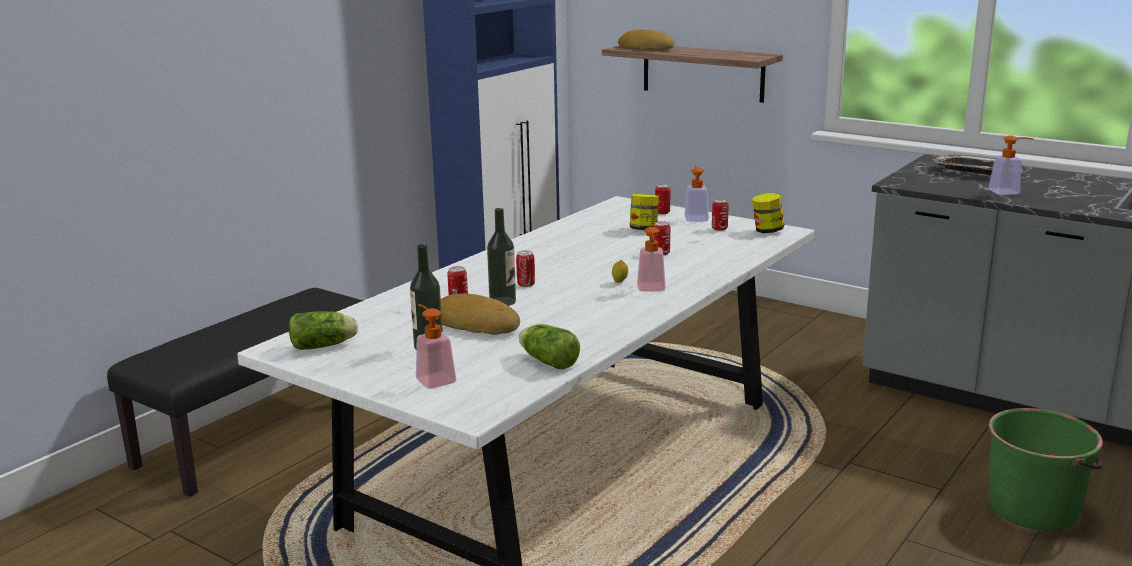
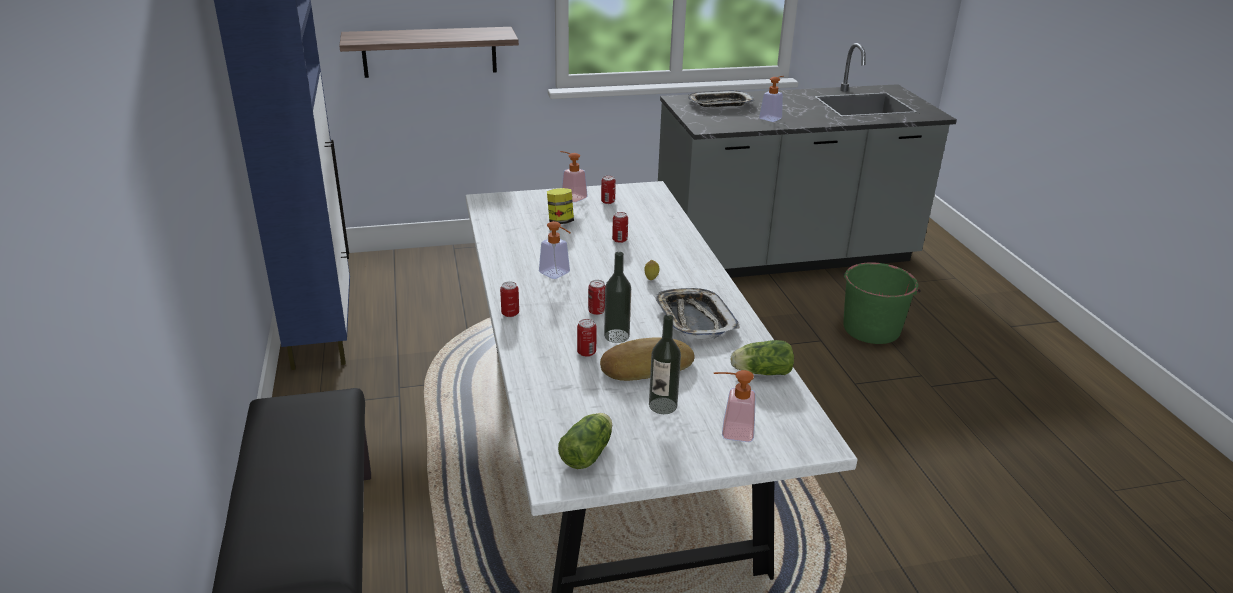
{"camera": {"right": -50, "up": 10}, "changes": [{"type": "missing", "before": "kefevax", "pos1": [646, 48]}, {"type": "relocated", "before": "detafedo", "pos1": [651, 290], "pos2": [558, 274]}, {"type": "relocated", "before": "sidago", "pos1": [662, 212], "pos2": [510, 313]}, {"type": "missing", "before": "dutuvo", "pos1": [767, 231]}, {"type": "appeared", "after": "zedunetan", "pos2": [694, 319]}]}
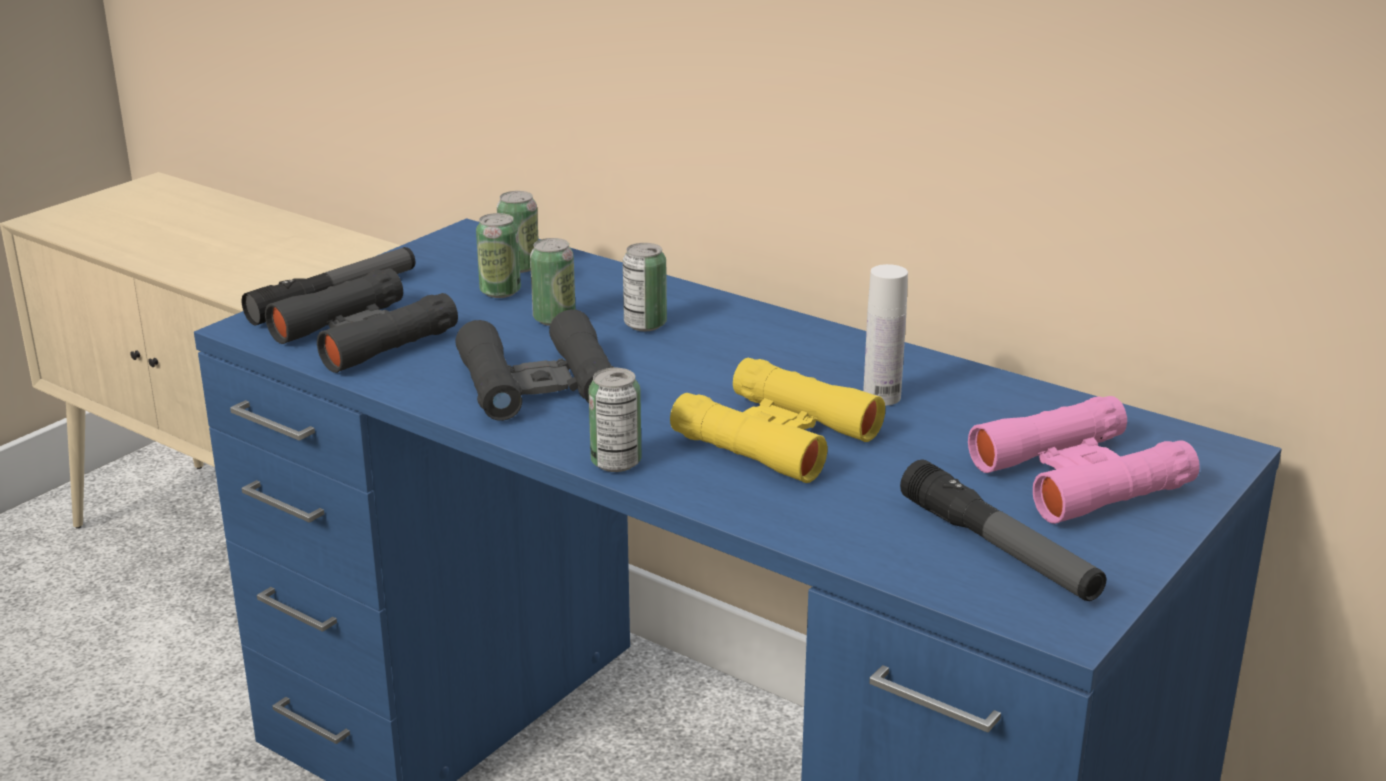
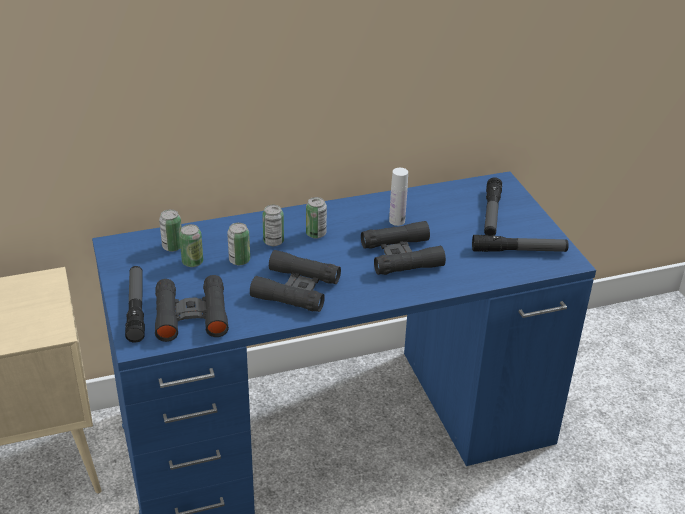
{"camera": {"right": -55, "up": 10}, "changes": [{"type": "relocated", "before": "sidago", "pos1": [616, 462], "pos2": [316, 234]}, {"type": "colour", "before": "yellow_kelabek", "after": "black_kelabek", "pos1": [776, 436], "pos2": [401, 256]}, {"type": "exchanged", "before": "pink_kelabek", "after": "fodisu", "pos1": [1079, 476], "pos2": [491, 213]}]}
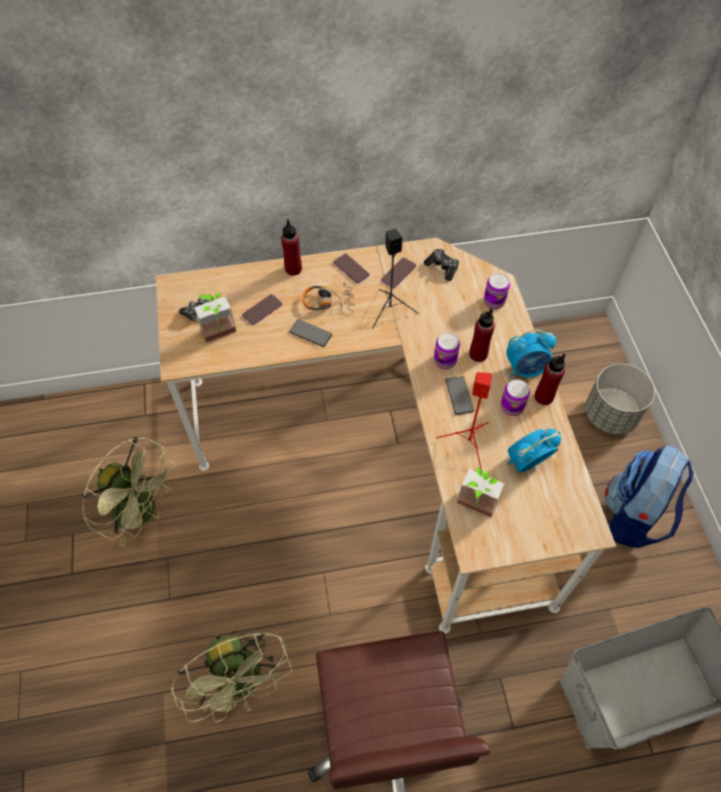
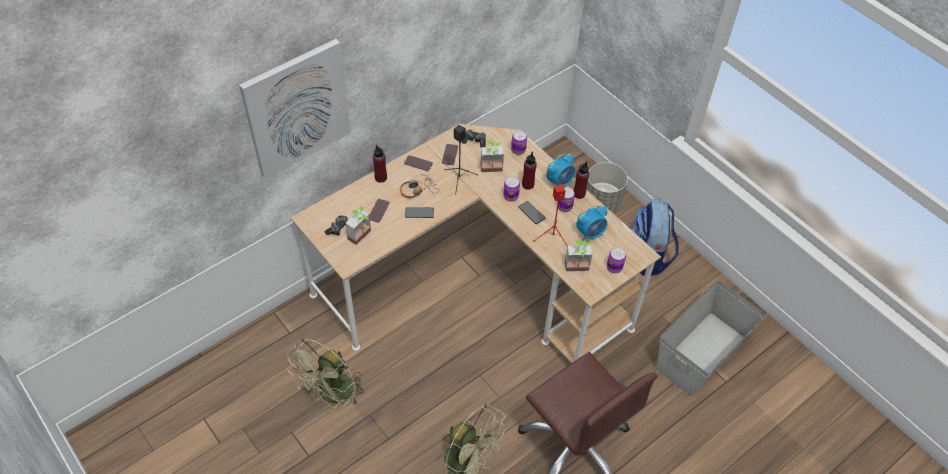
{"camera": {"right": -30, "up": -5}, "changes": [{"type": "spun", "before": "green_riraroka", "pos1": [143, 512], "pos2": [332, 395], "turn": 120}, {"type": "spun", "before": "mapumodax", "pos1": [526, 462], "pos2": [590, 233], "turn": -150}, {"type": "appeared", "after": "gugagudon", "pos2": [297, 108]}, {"type": "appeared", "after": "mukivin", "pos2": [491, 171]}, {"type": "appeared", "after": "sidago", "pos2": [614, 267]}]}
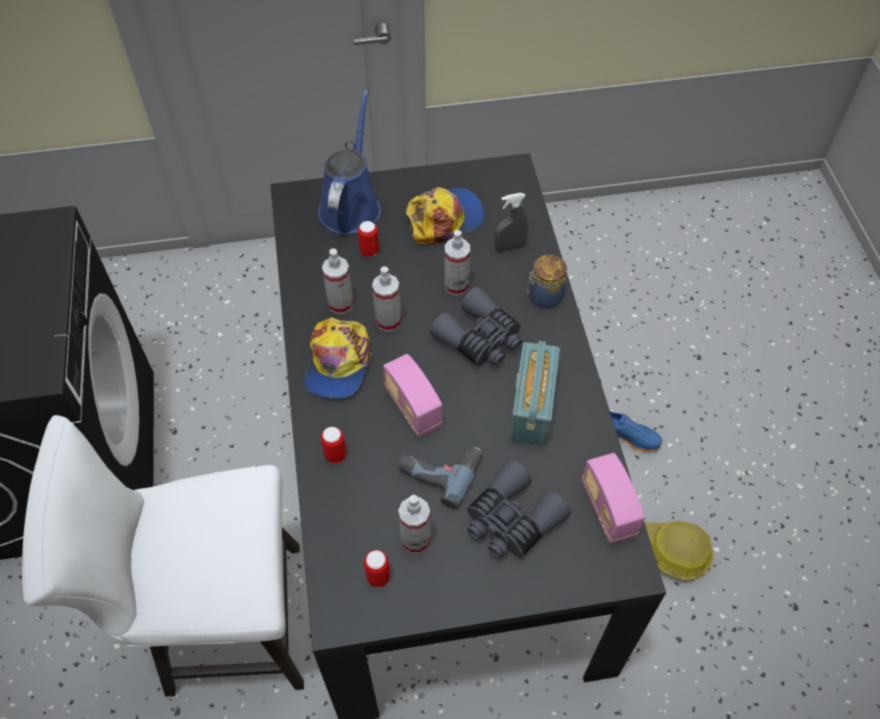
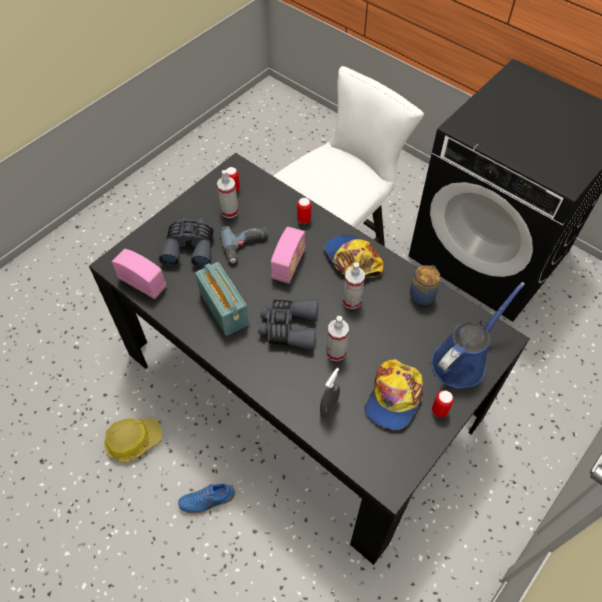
{"camera": {"right": 140, "up": 0}, "changes": [{"type": "spun", "before": "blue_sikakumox", "pos1": [351, 205], "pos2": [462, 360], "turn": -105}, {"type": "missing", "before": "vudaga", "pos1": [340, 304]}, {"type": "relocated", "before": "sidago", "pos1": [369, 251], "pos2": [439, 410]}, {"type": "spun", "before": "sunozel", "pos1": [413, 408], "pos2": [288, 265], "turn": 90}, {"type": "relocated", "before": "dutuvo", "pos1": [543, 297], "pos2": [422, 294]}]}
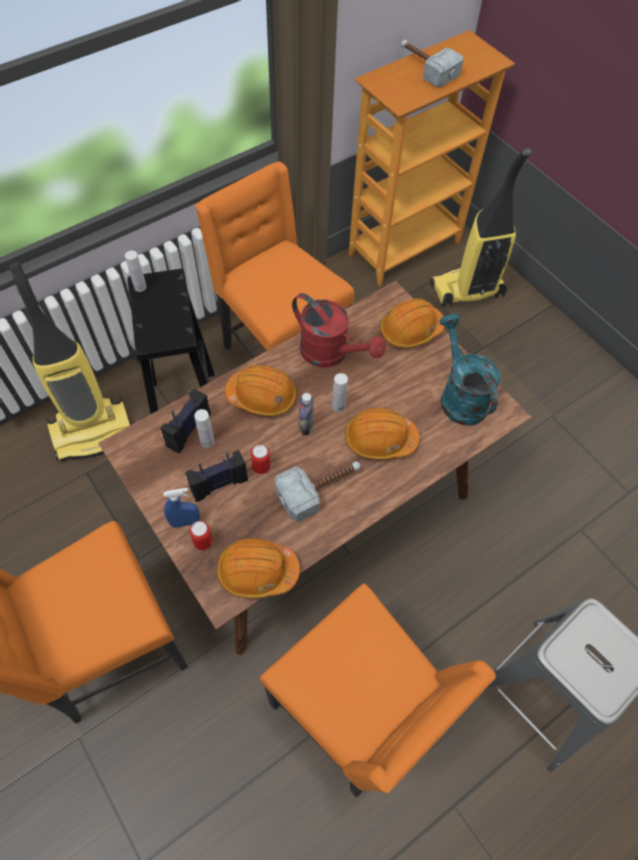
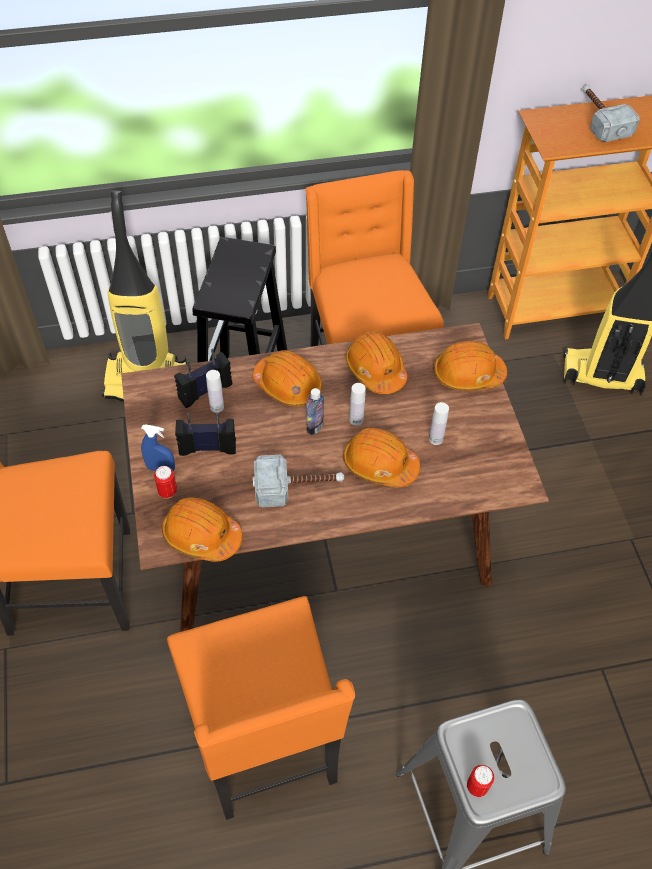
{"camera": {"right": 25, "up": -5}, "changes": [{"type": "relocated", "before": "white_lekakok", "pos1": [140, 287], "pos2": [435, 439]}, {"type": "relocated", "before": "sidago", "pos1": [261, 467], "pos2": [477, 786]}, {"type": "exchanged", "before": "red_sikakumox", "after": "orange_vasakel", "pos1": [331, 354], "pos2": [375, 369]}, {"type": "missing", "before": "turquoise_sikakumox", "pos1": [459, 395]}]}
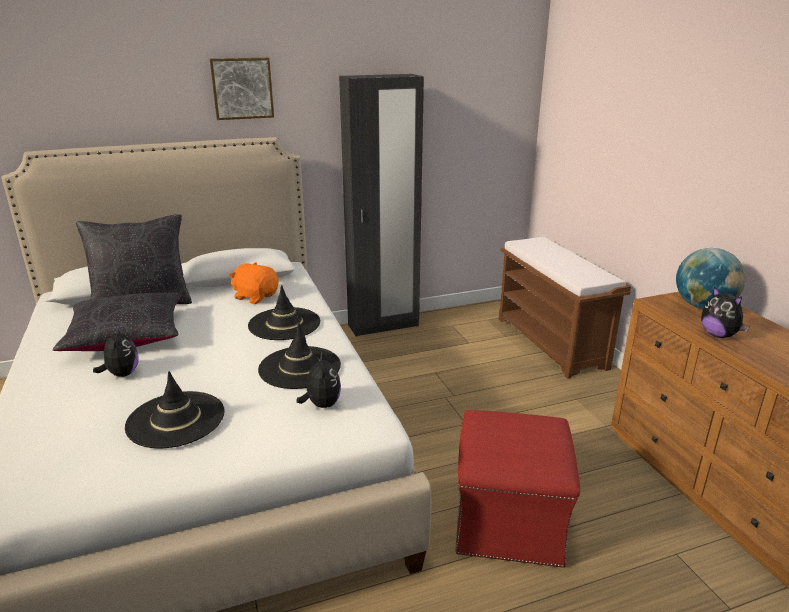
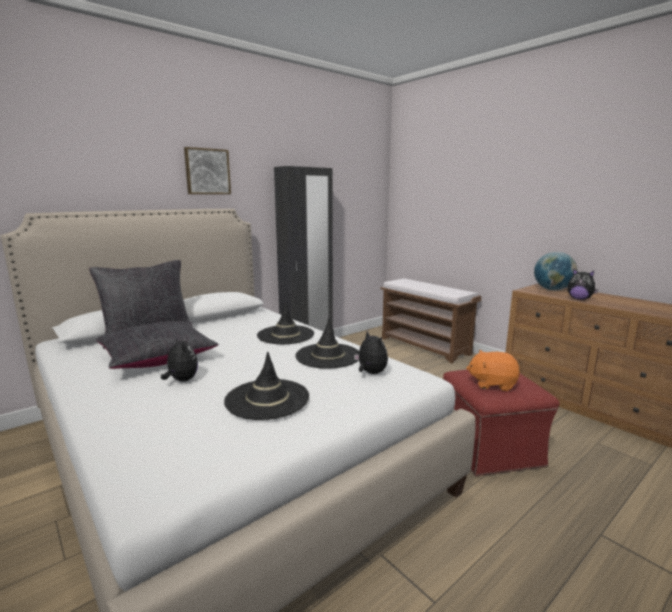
{"camera": {"right": -20, "up": -10}, "changes": [{"type": "relocated", "before": "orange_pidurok", "pos1": [255, 296], "pos2": [492, 384]}]}
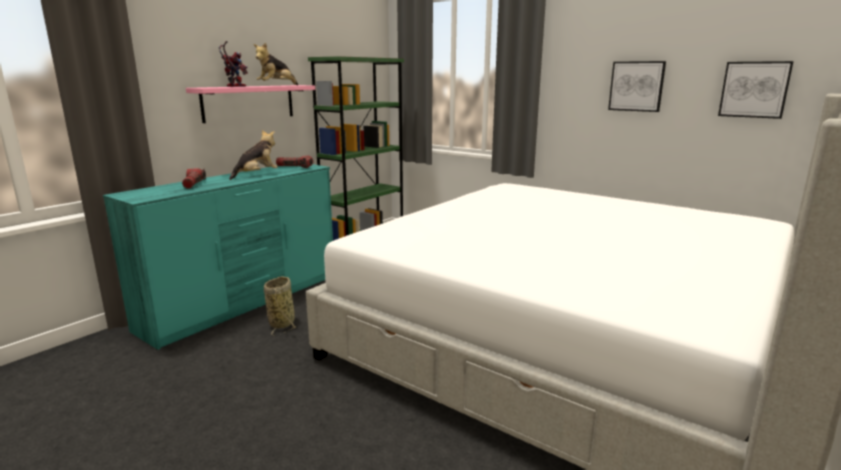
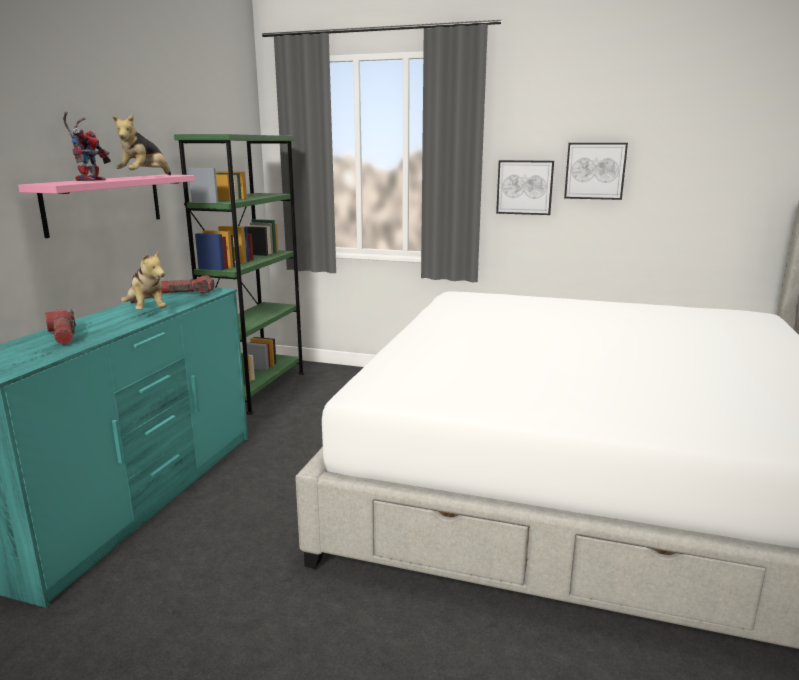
{"camera": {"right": -20, "up": 0}, "changes": [{"type": "spun", "before": "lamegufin", "pos1": [233, 86], "pos2": [90, 180], "turn": 75}, {"type": "spun", "before": "pidurok", "pos1": [257, 175], "pos2": [147, 311], "turn": 120}, {"type": "missing", "before": "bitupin", "pos1": [282, 322]}, {"type": "relocated", "before": "gugagudon", "pos1": [754, 89], "pos2": [524, 187]}]}
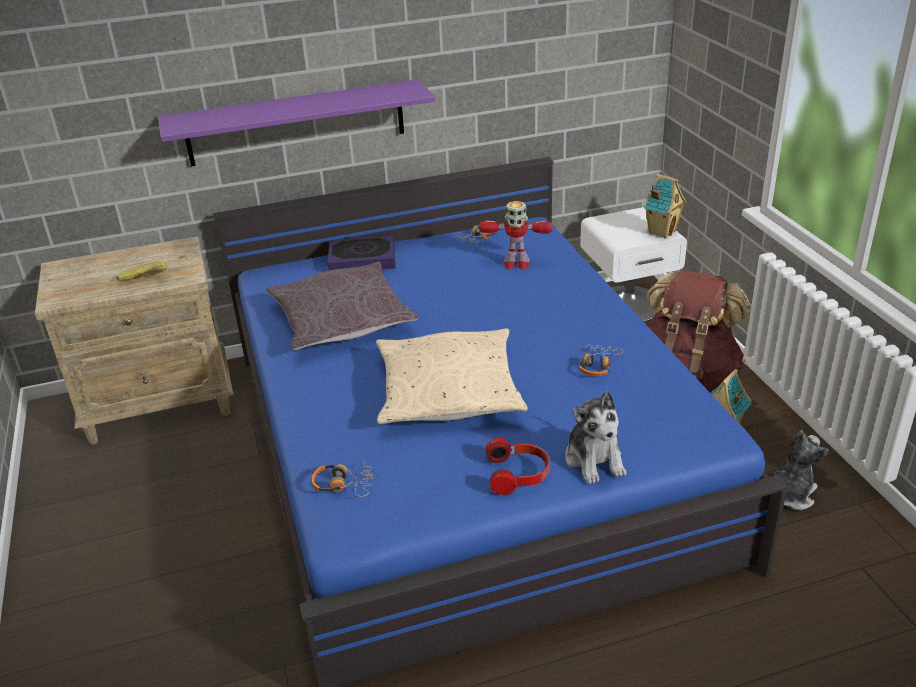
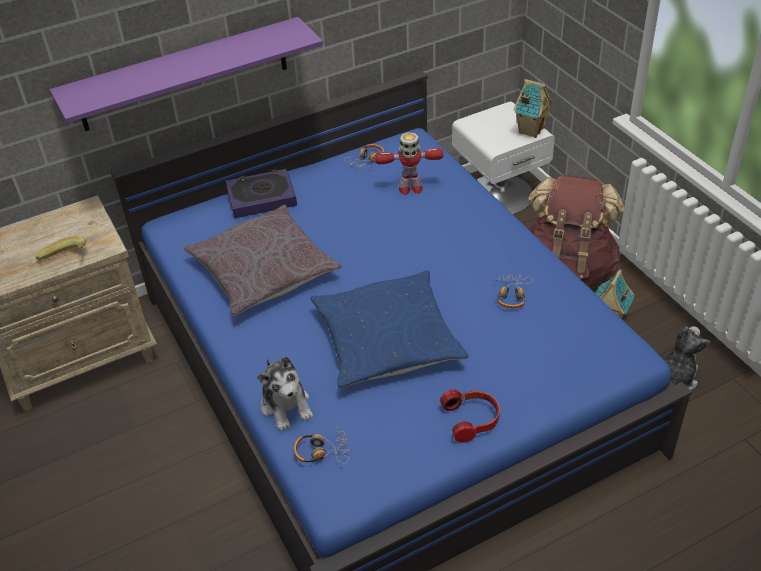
{"camera": {"right": -10, "up": 10}, "changes": [{"type": "colour", "before": "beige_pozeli", "after": "blue_pozeli", "pos1": [448, 391], "pos2": [387, 340]}, {"type": "relocated", "before": "pidurok", "pos1": [594, 460], "pos2": [286, 405]}]}
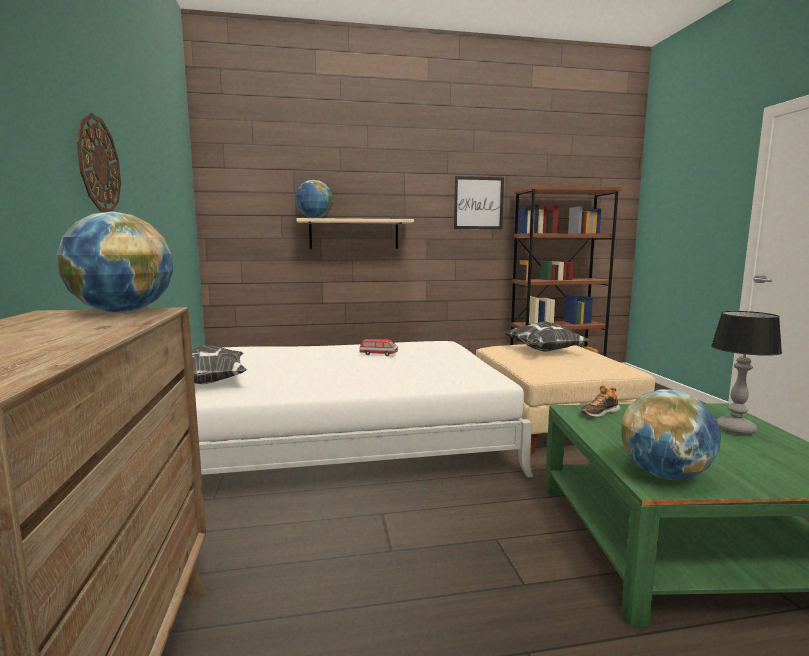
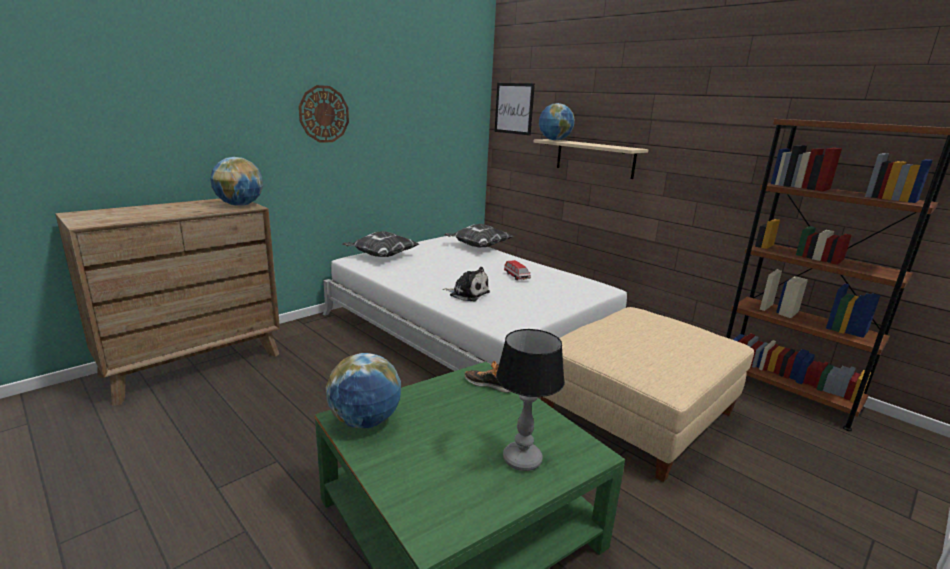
{"camera": {"right": 55, "up": 10}, "changes": [{"type": "relocated", "before": "gugagudon", "pos1": [478, 203], "pos2": [514, 108]}, {"type": "relocated", "before": "pozeli", "pos1": [544, 351], "pos2": [478, 247]}, {"type": "appeared", "after": "pidurok", "pos2": [467, 294]}]}
